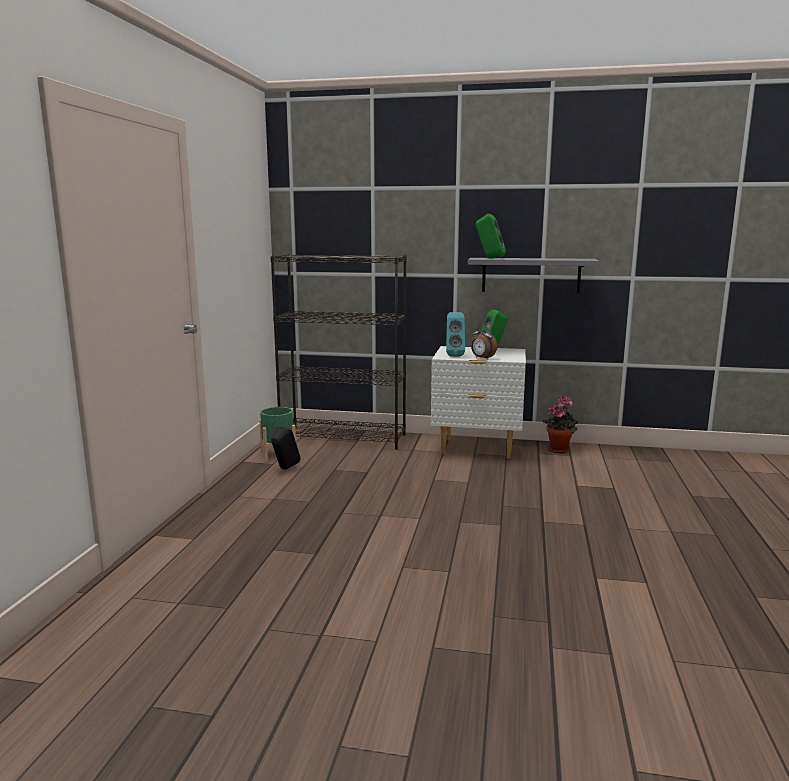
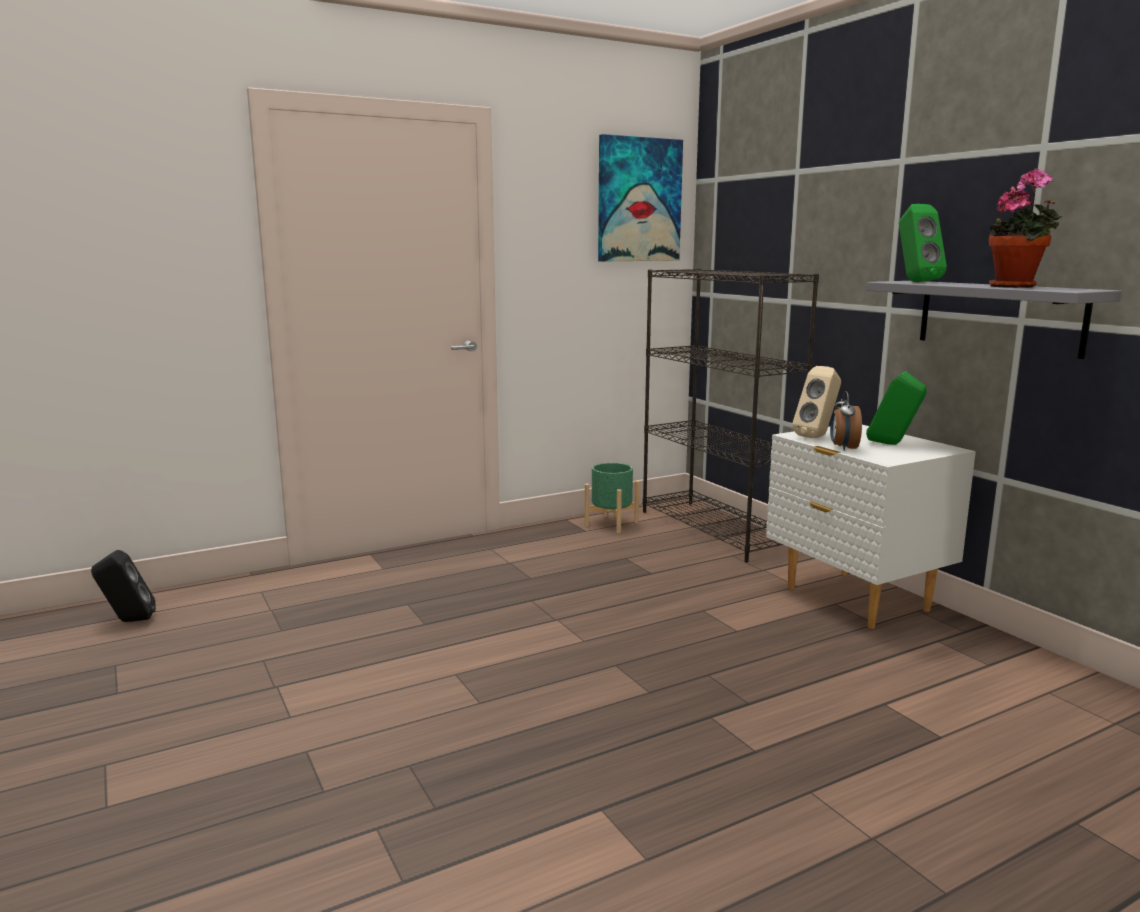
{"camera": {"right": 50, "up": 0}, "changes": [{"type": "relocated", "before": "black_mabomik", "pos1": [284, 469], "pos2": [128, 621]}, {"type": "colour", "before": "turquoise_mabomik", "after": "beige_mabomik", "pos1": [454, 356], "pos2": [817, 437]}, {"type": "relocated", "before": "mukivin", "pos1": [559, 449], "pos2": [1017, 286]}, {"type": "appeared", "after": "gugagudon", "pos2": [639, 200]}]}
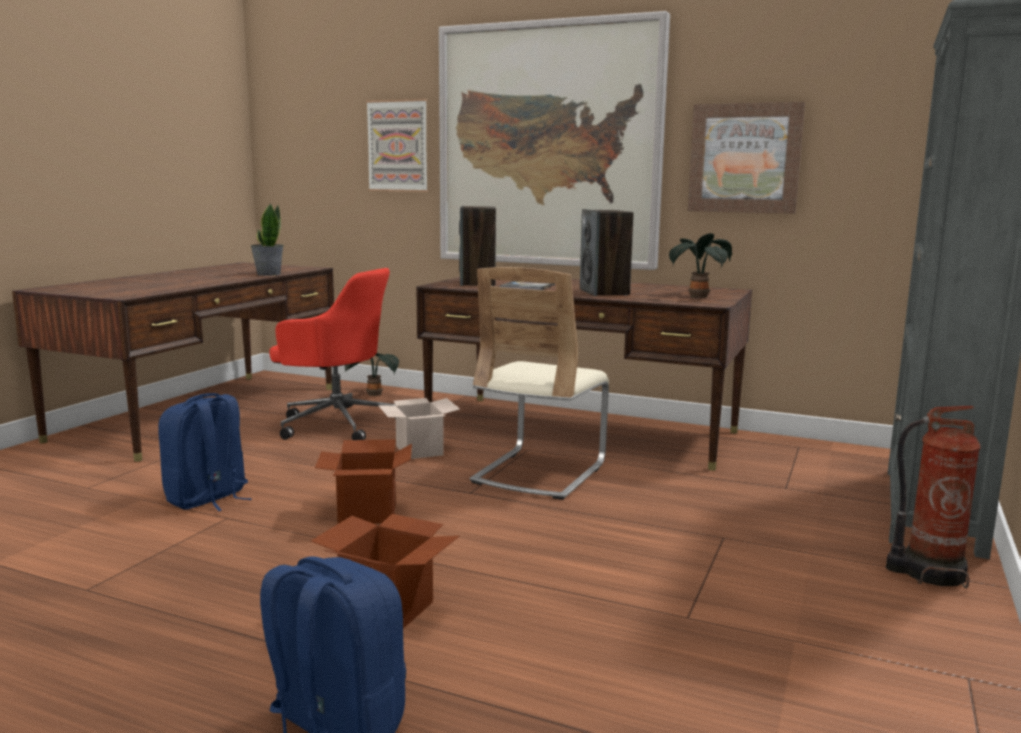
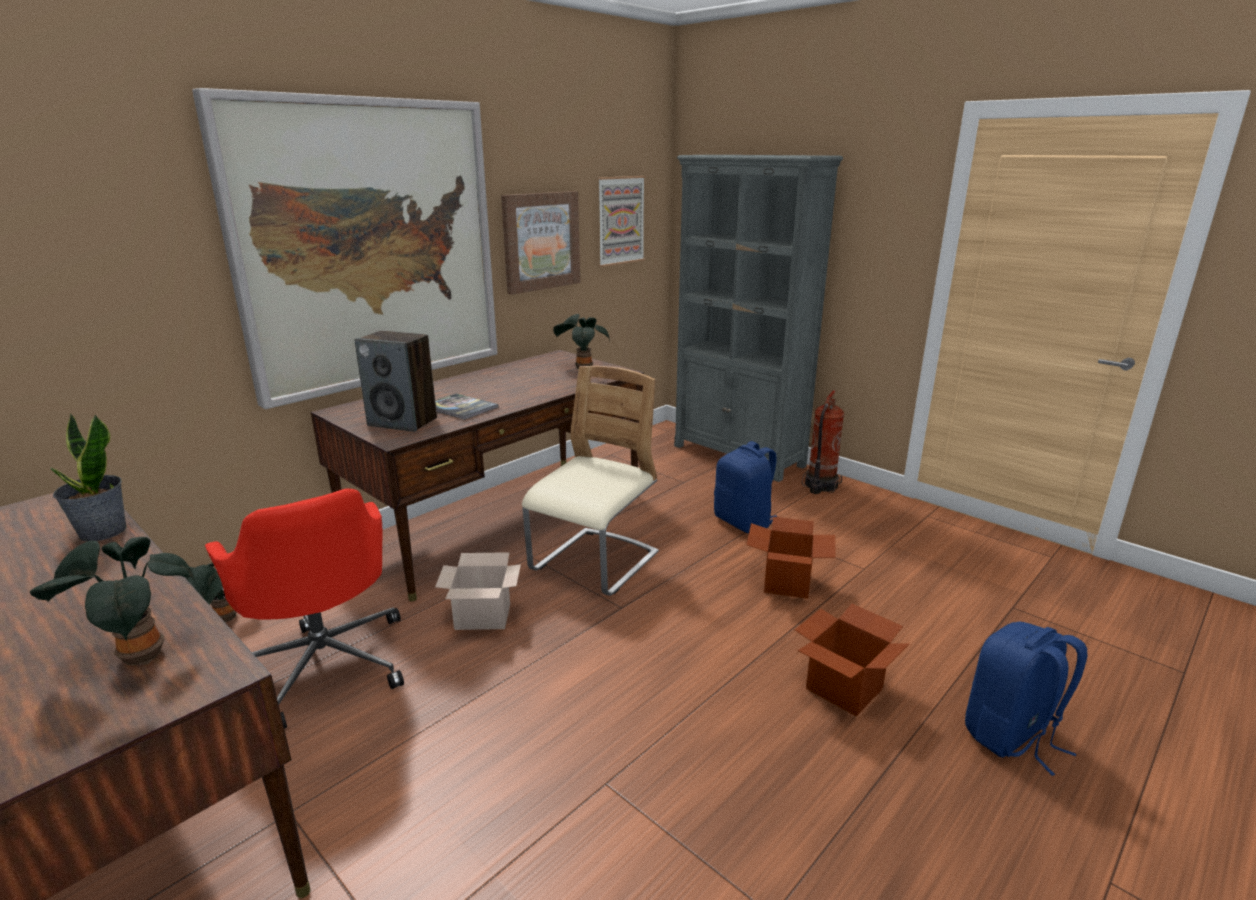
{"camera": {"right": -70, "up": 10}, "changes": [{"type": "relocated", "before": "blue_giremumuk", "pos1": [207, 499], "pos2": [744, 522]}, {"type": "spun", "before": "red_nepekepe", "pos1": [336, 424], "pos2": [325, 664], "turn": 105}, {"type": "relocated", "before": "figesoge", "pos1": [367, 513], "pos2": [786, 583]}, {"type": "relocated", "before": "gugagudon", "pos1": [398, 146], "pos2": [620, 220]}, {"type": "spun", "before": "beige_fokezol", "pos1": [539, 473], "pos2": [595, 564], "turn": -105}, {"type": "missing", "before": "mabomik", "pos1": [604, 292]}, {"type": "appeared", "after": "mukivin", "pos2": [137, 656]}]}
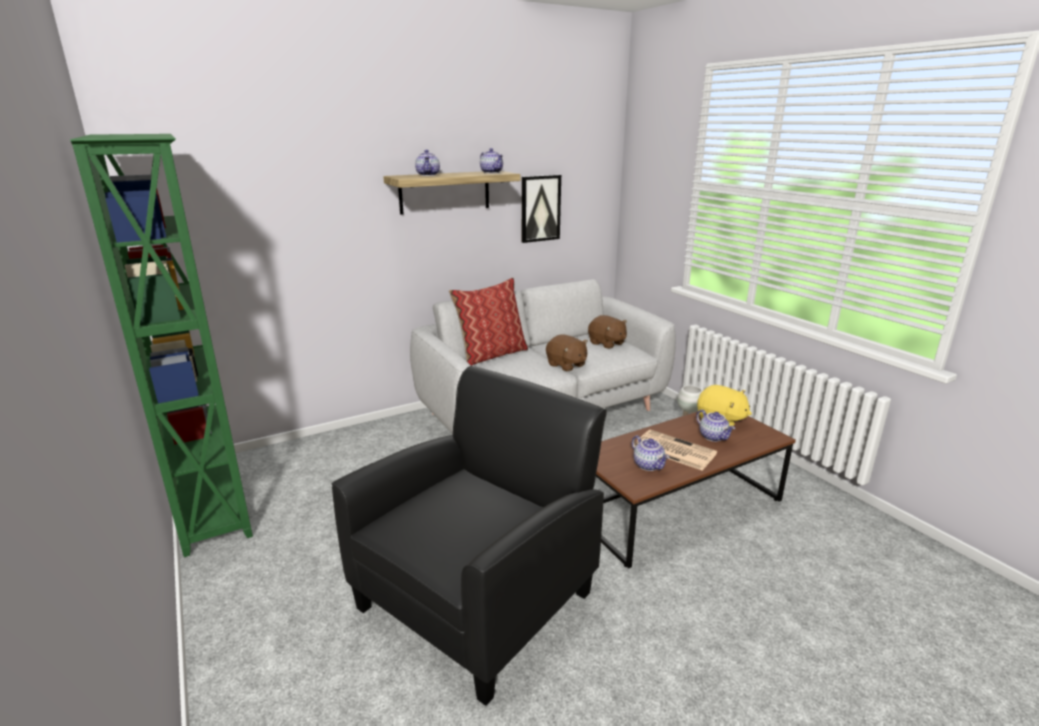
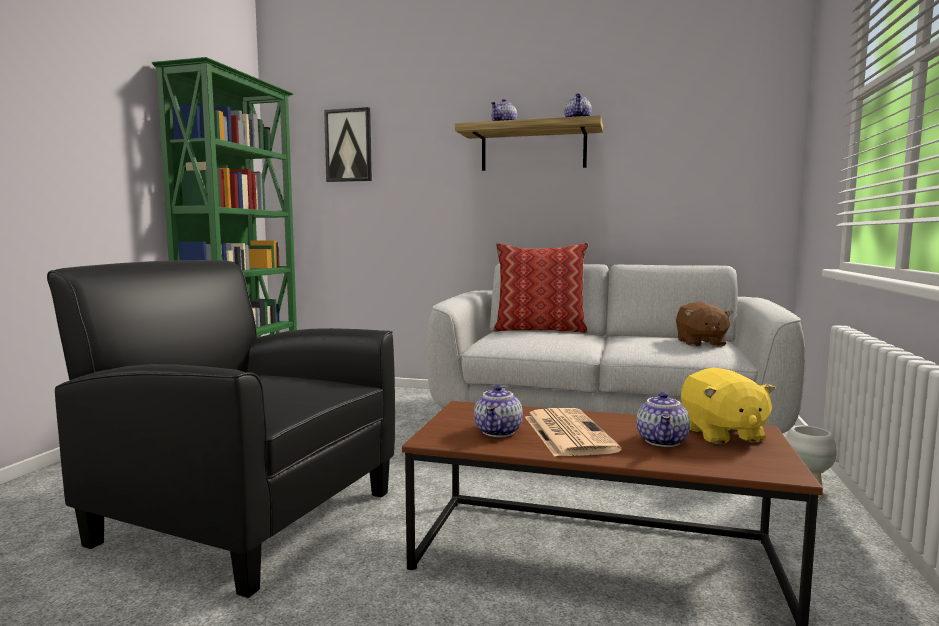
{"camera": {"right": 45, "up": -15}, "changes": [{"type": "spun", "before": "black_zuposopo", "pos1": [478, 599], "pos2": [246, 516], "turn": -150}, {"type": "relocated", "before": "gugagudon", "pos1": [540, 208], "pos2": [348, 145]}, {"type": "missing", "before": "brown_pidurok", "pos1": [566, 365]}]}
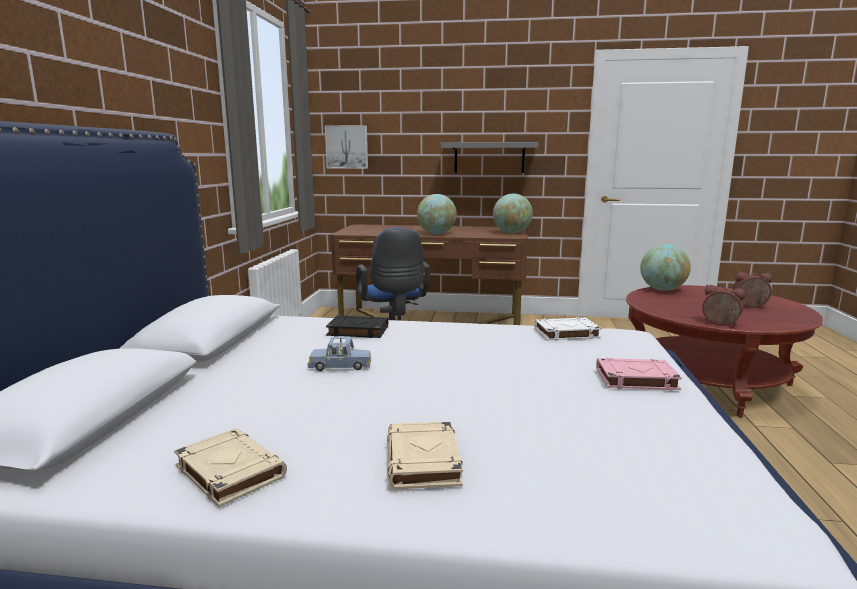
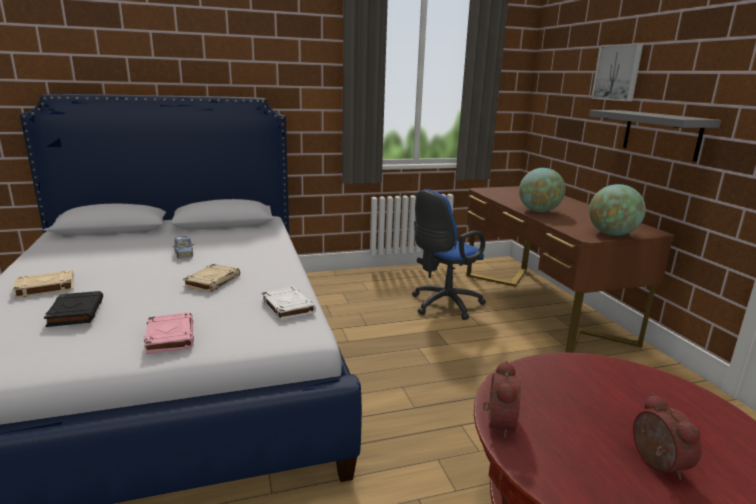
{"camera": {"right": 65, "up": 5}, "changes": [{"type": "relocated", "before": "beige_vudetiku", "pos1": [229, 471], "pos2": [212, 281]}, {"type": "relocated", "before": "gugagudon", "pos1": [347, 147], "pos2": [618, 73]}, {"type": "relocated", "before": "black_vudetiku", "pos1": [357, 331], "pos2": [76, 312]}, {"type": "missing", "before": "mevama", "pos1": [662, 289]}]}
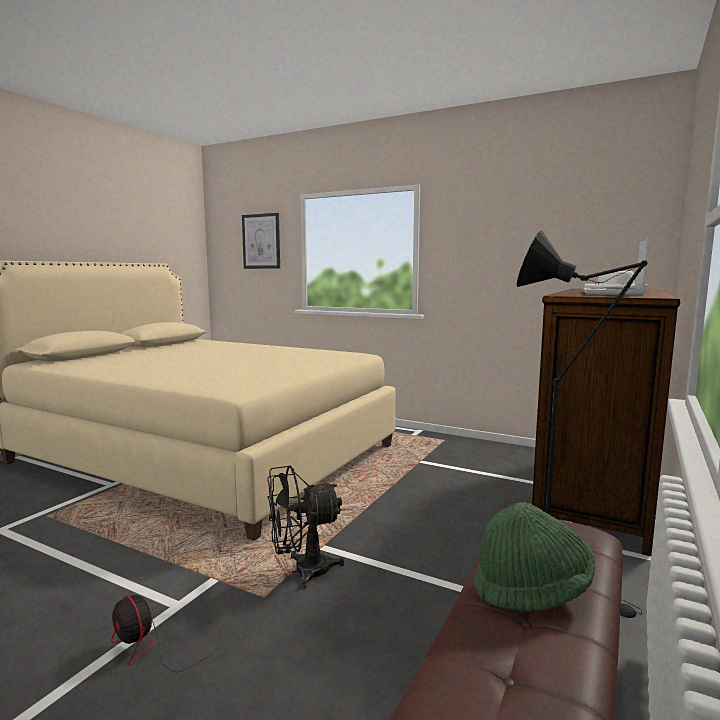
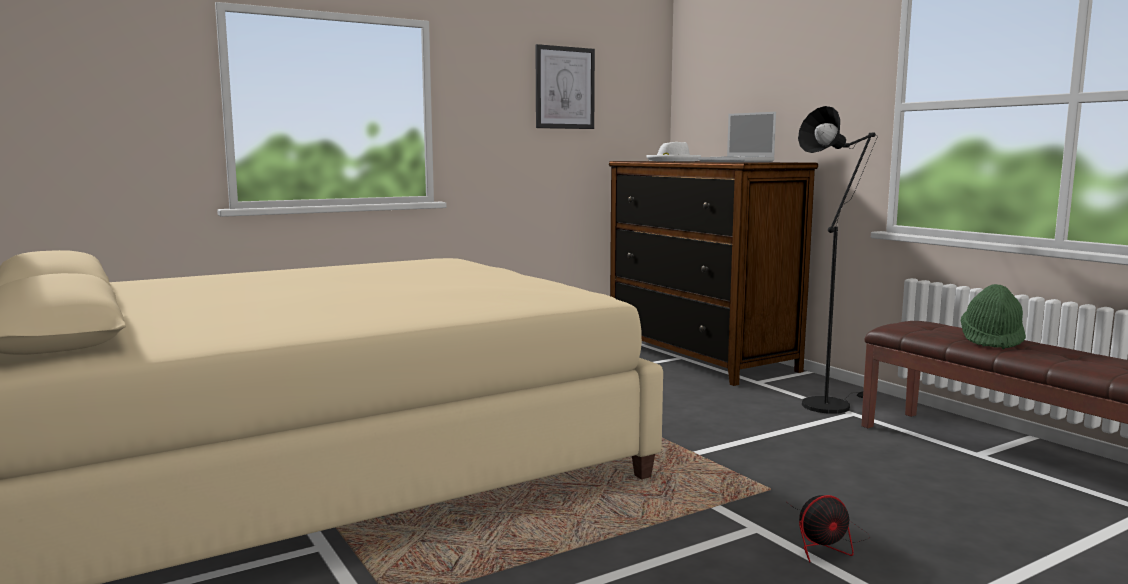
{"camera": {"right": -60, "up": 0}, "changes": [{"type": "relocated", "before": "gugagudon", "pos1": [261, 241], "pos2": [564, 88]}, {"type": "missing", "before": "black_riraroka", "pos1": [302, 571]}]}
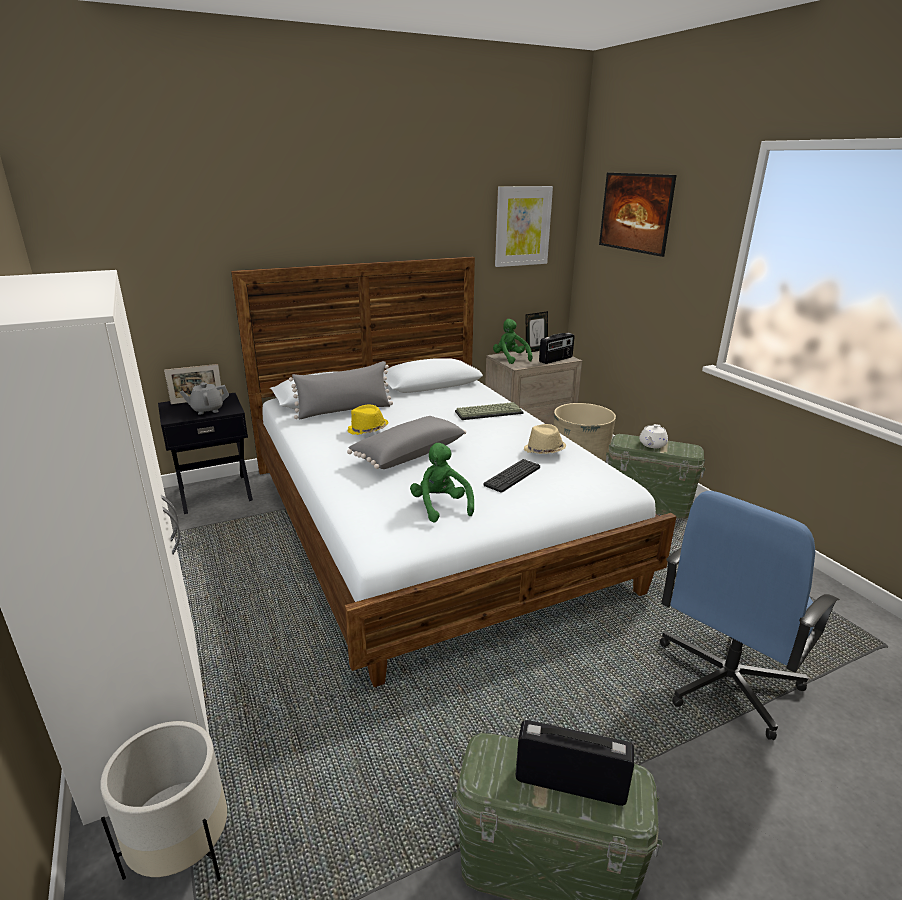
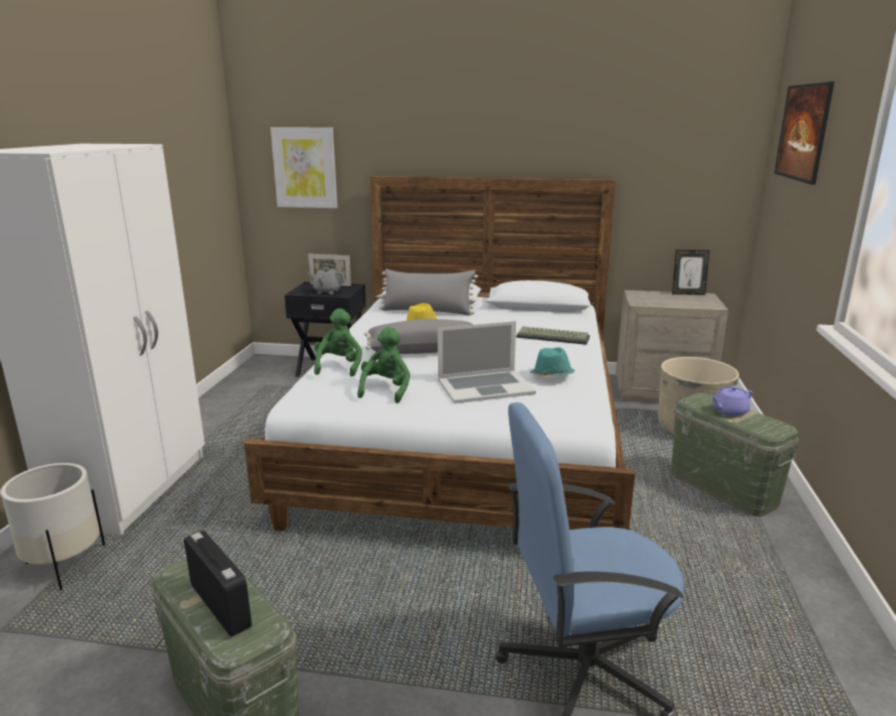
{"camera": {"right": 35, "up": -5}, "changes": [{"type": "exchanged", "before": "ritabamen", "after": "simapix", "pos1": [512, 476], "pos2": [485, 386]}, {"type": "relocated", "before": "green_pidurok", "pos1": [510, 359], "pos2": [339, 367]}, {"type": "relocated", "before": "gugagudon", "pos1": [522, 226], "pos2": [305, 168]}, {"type": "colour", "before": "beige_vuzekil", "after": "turquoise_vuzekil", "pos1": [544, 451], "pos2": [551, 376]}, {"type": "missing", "before": "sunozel", "pos1": [556, 360]}, {"type": "colour", "before": "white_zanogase", "after": "purple_zanogase", "pos1": [652, 445], "pos2": [729, 411]}]}
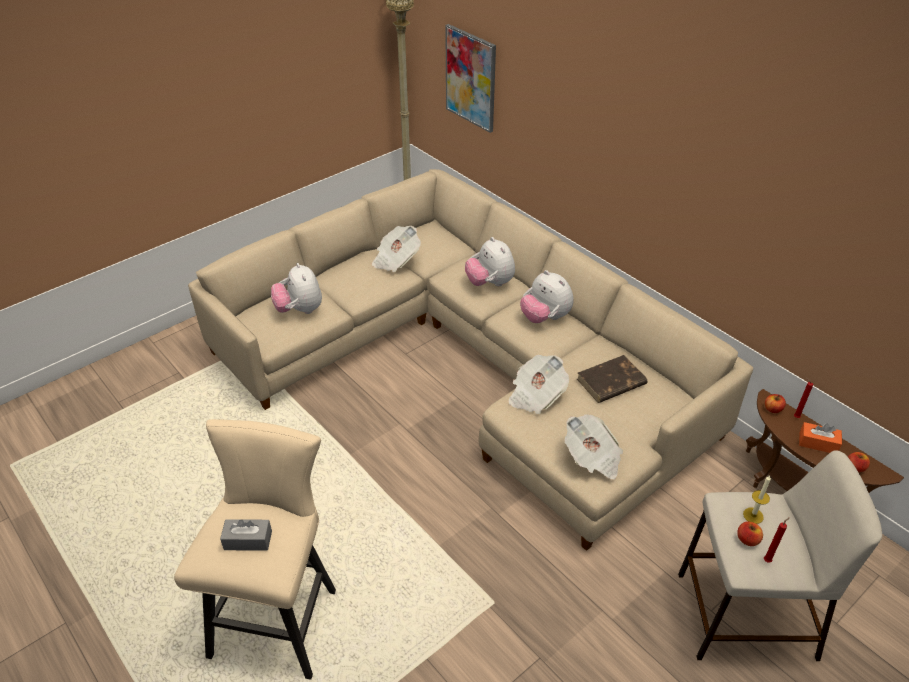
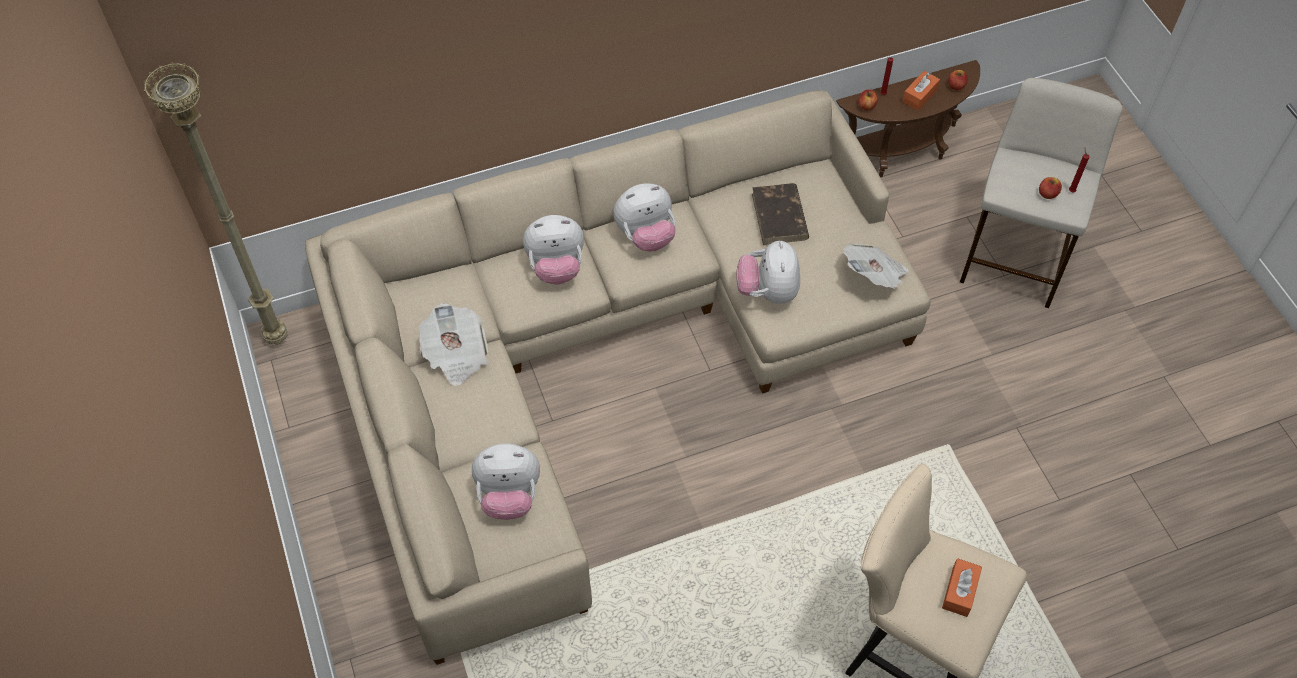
{"camera": {"right": -70, "up": 15}, "changes": [{"type": "colour", "before": "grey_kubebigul", "after": "orange_kubebigul", "pos1": [248, 540], "pos2": [960, 591]}, {"type": "missing", "before": "gugagudon", "pos1": [471, 78]}, {"type": "exchanged", "before": "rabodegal", "after": "pidurok", "pos1": [536, 395], "pos2": [767, 291]}, {"type": "missing", "before": "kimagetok", "pos1": [753, 515]}]}
